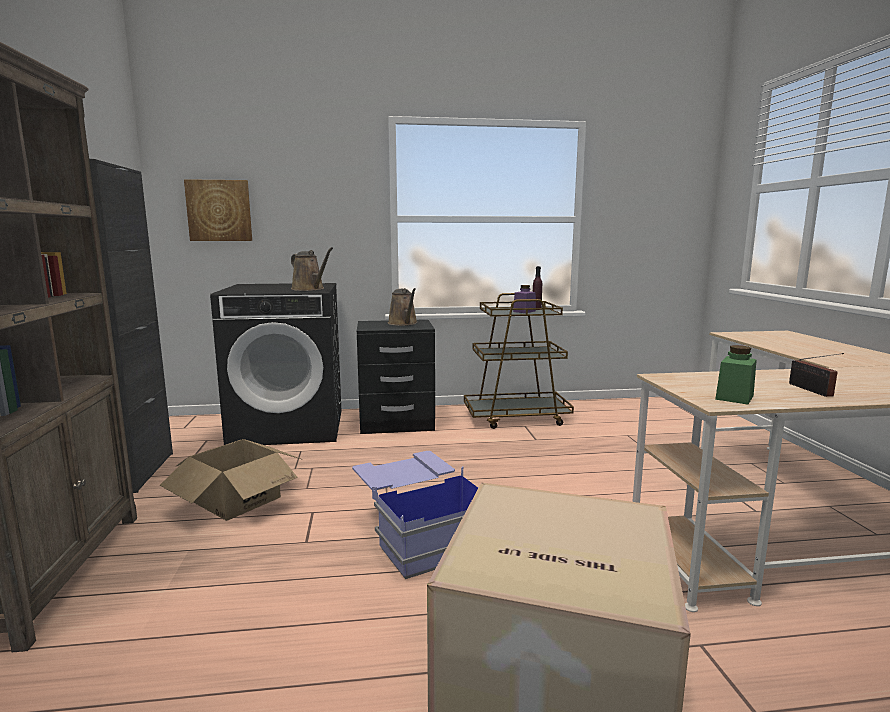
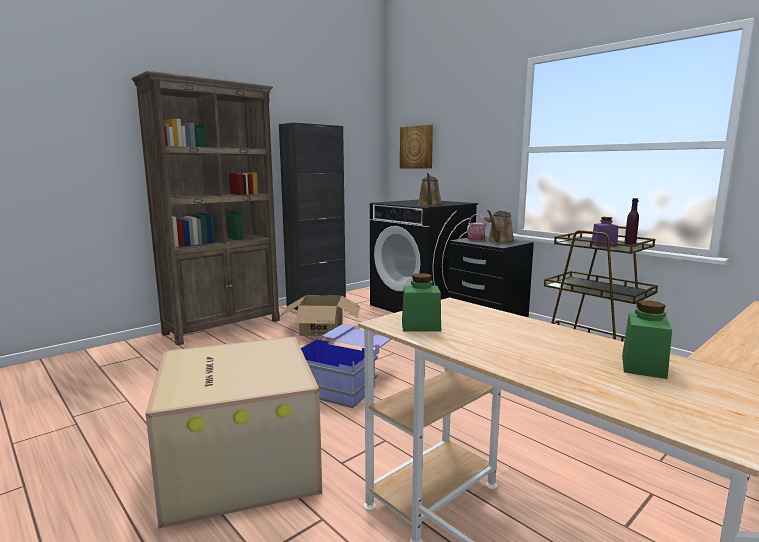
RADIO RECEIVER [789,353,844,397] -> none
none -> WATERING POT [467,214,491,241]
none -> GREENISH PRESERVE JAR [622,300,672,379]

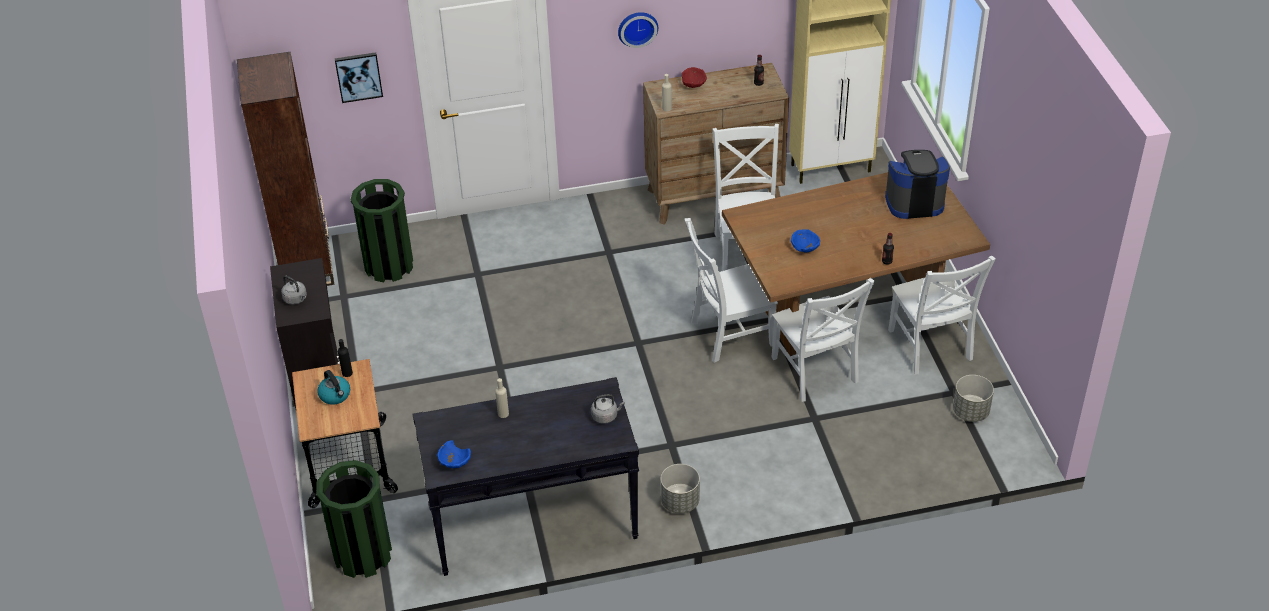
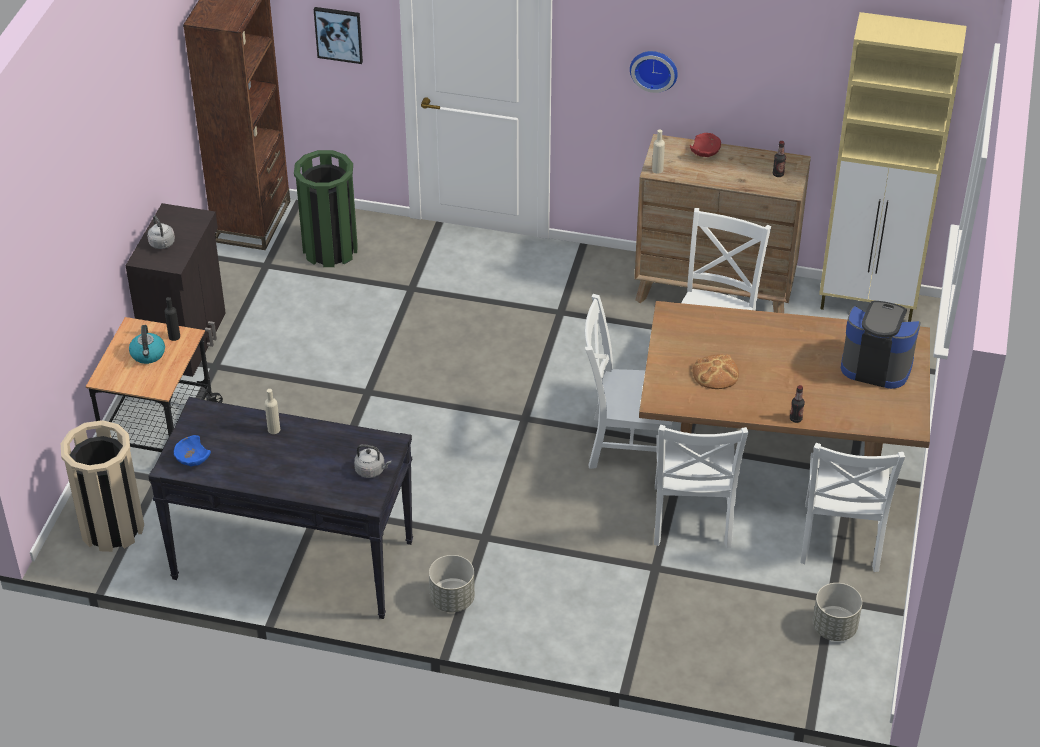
BLUE DEEP DISH [791,229,820,253] -> BAKERY BREAD [693,354,739,389]
GREENISH WASTE BIN [317,460,392,578] -> SAND-COLOURED WASTE BIN [61,420,144,552]

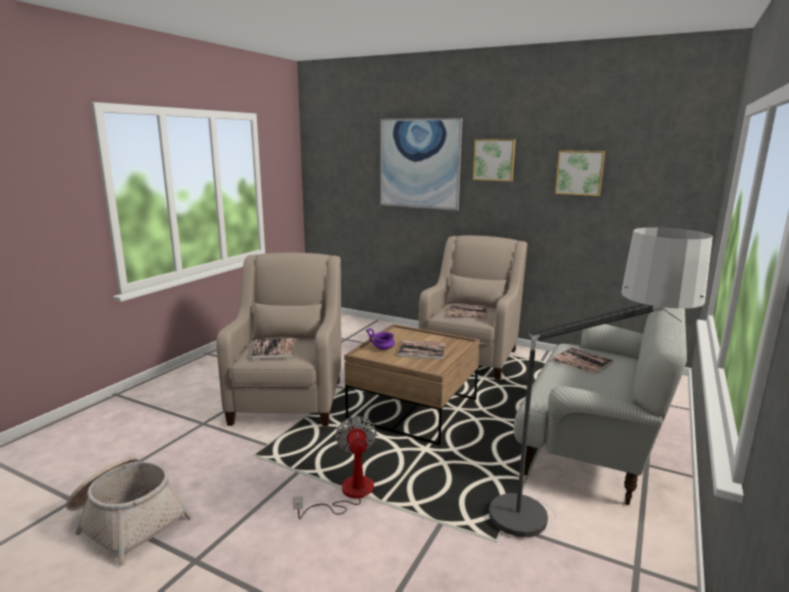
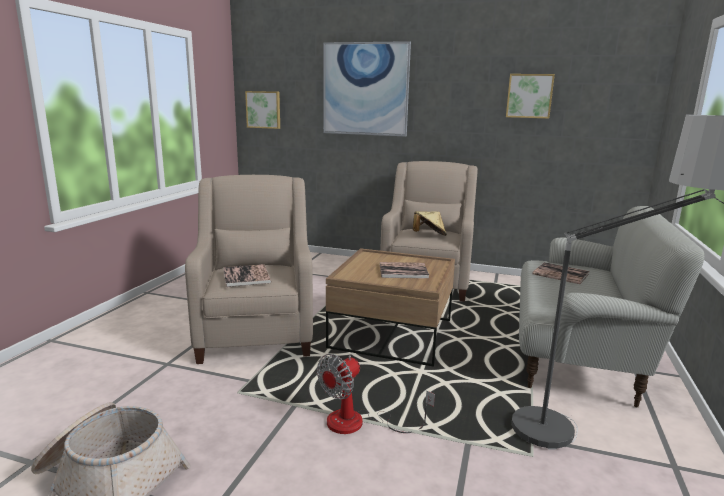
WALL ART [473,139,516,182] -> WALL ART [245,91,280,129], shifted
BOUND BOOK [449,304,487,318] -> SAND-COLOURED WEARABLE HAT [413,212,447,236]
PURPLE DEEP DISH [366,328,395,350] -> none
COOLING FAN [293,416,376,519] -> COOLING FAN [317,354,435,434], 120 degrees counterclockwise

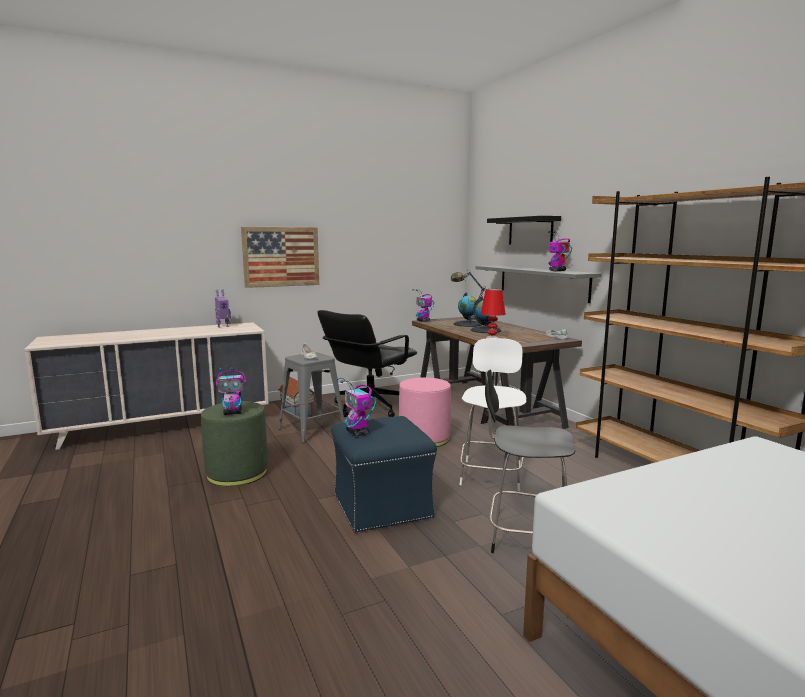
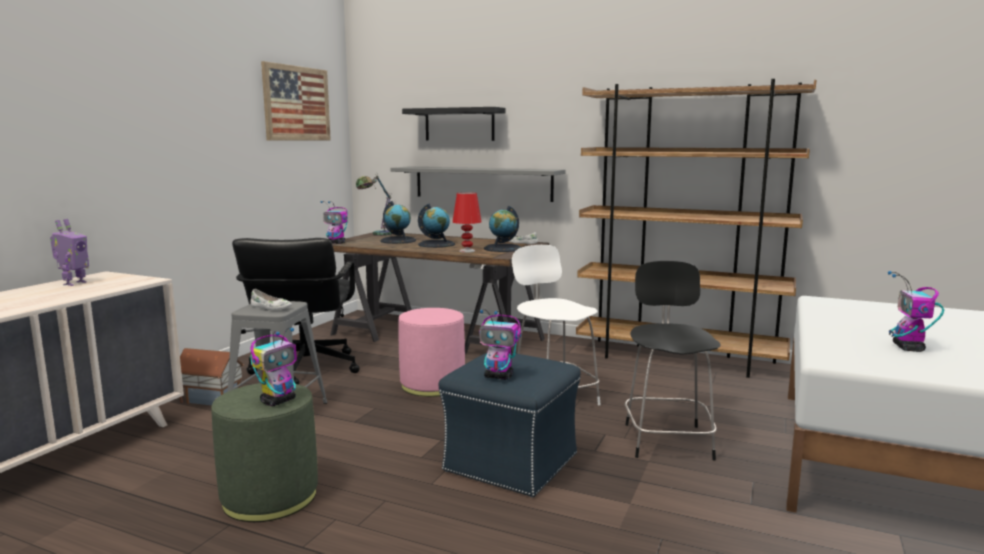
WALL ART [241,227,319,288] -> WALL ART [261,61,331,141], shifted
TOY ROBOT [548,231,572,271] -> TOY ROBOT [888,271,944,352], shifted
BLACK PLAIN CHAIR [485,369,576,553] -> BLACK PLAIN CHAIR [625,261,721,460], 120 degrees clockwise
none -> GLOBE [484,206,522,252]

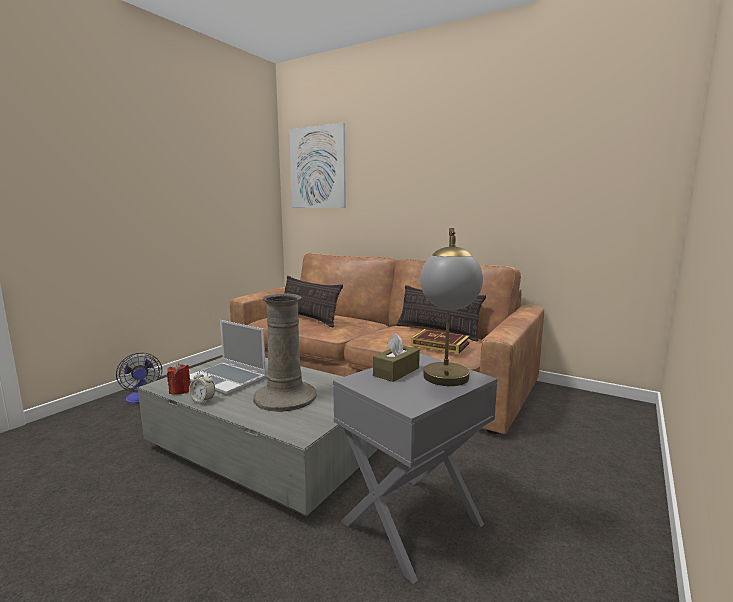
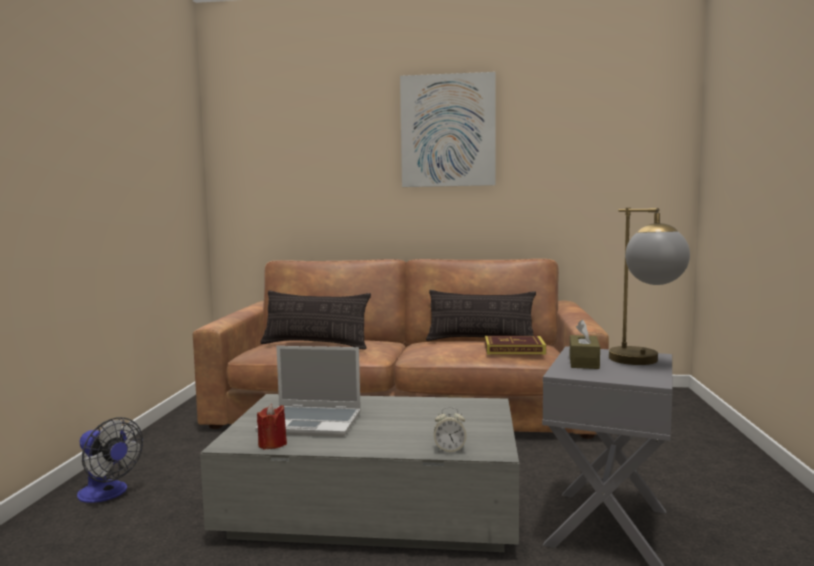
WALL ART [289,123,346,208] -> WALL ART [400,72,496,187], shifted
SAND-COLOURED FLOWER VASE [253,294,317,412] -> none
BEDSIDE CLOCK [189,370,215,404] -> BEDSIDE CLOCK [434,407,467,452], shifted

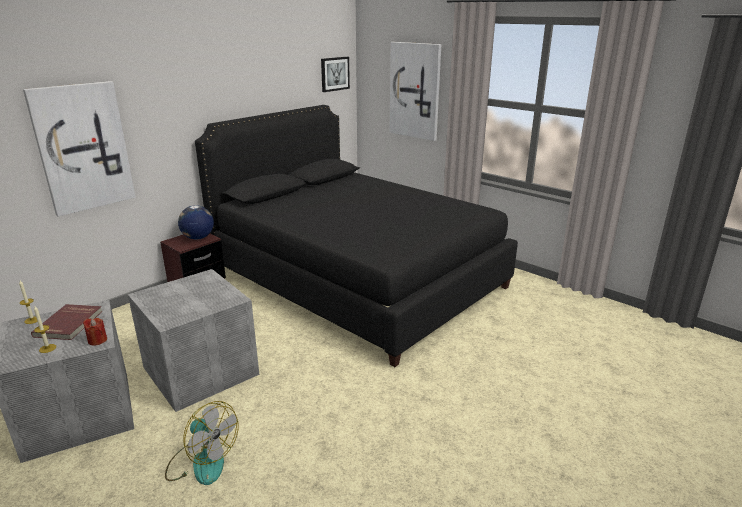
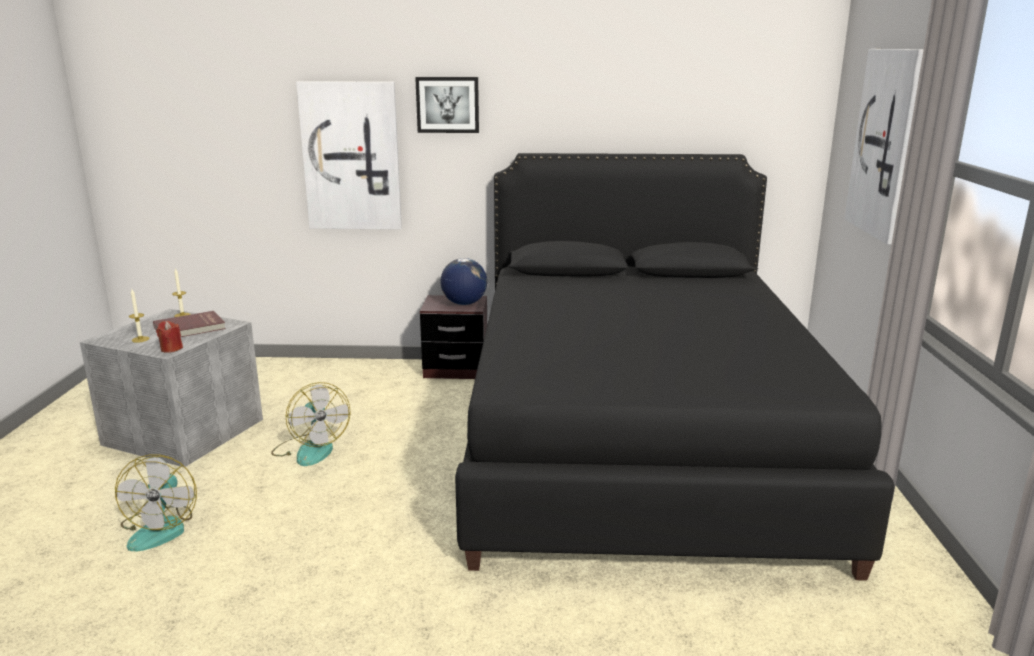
WALL ART [321,57,350,92] -> WALL ART [415,77,479,133], shifted
GREYISH STORAGE CONTAINER [128,269,259,412] -> COOLING FAN [271,382,351,466]

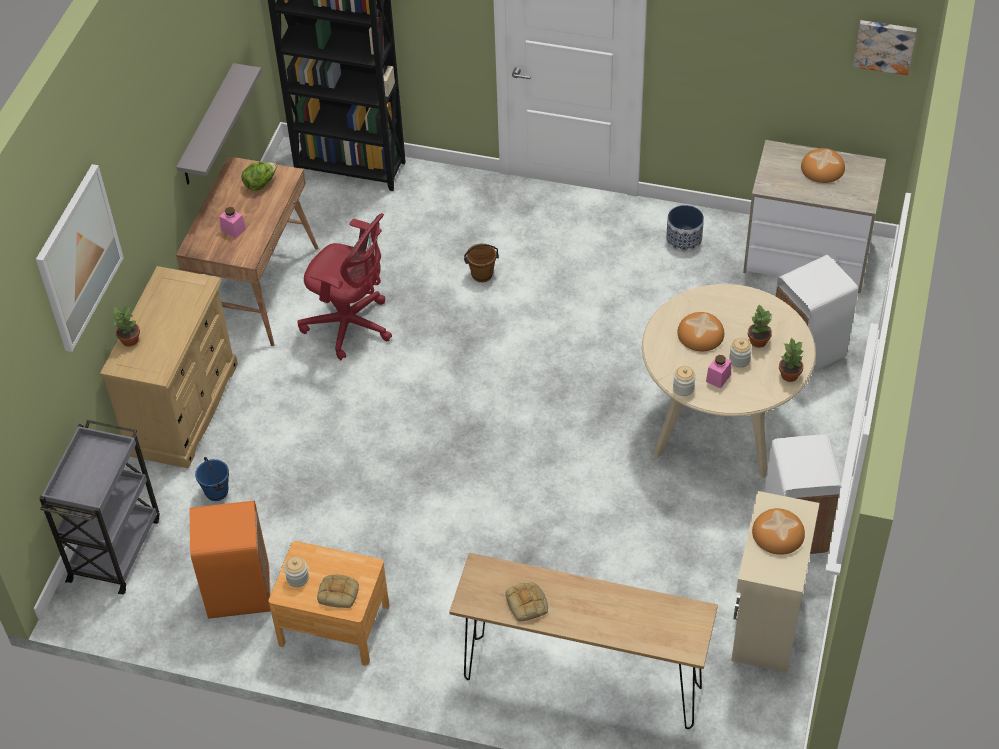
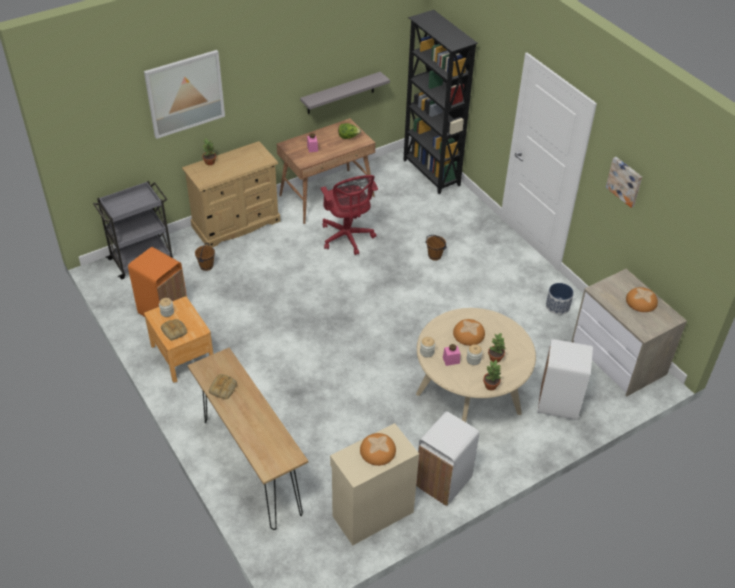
WALL ART [853,20,917,75] -> WALL ART [606,157,642,208], shifted
BLUE PAIL [195,457,229,501] -> BROWN PAIL [195,243,215,271]

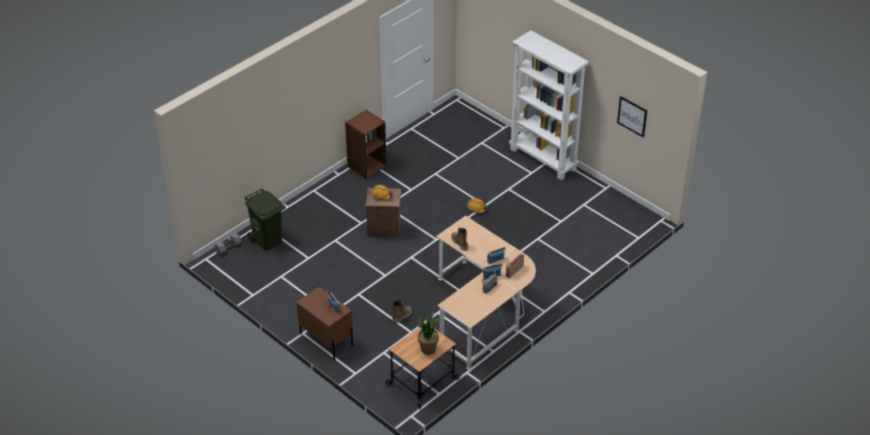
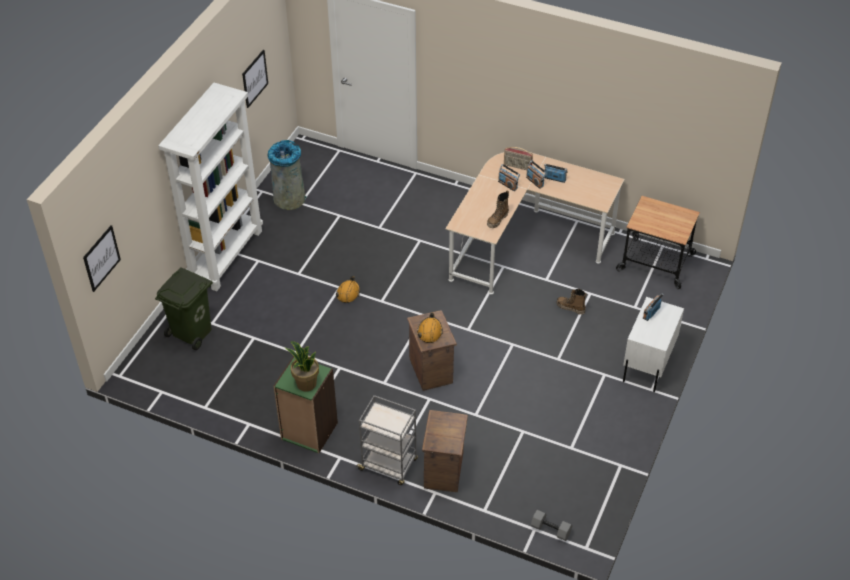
BROWN BOOKSHELF [345,110,387,179] -> GREENISH BOOKSHELF [273,356,338,453]
GREENISH WASTE BIN [244,189,286,250] -> GREENISH WASTE BIN [155,267,213,350], shifted
BROWN NIGHTSTAND [297,287,353,360] -> WHITE NIGHTSTAND [623,297,684,392]
POTTED PLANT [417,312,440,355] -> POTTED PLANT [286,341,319,392], shifted
none -> GREYISH WASTE BIN [268,140,307,210]
none -> WALL ART [83,225,121,292]
none -> GREYISH CART [356,395,418,485]
none -> CRATE [422,410,468,492]

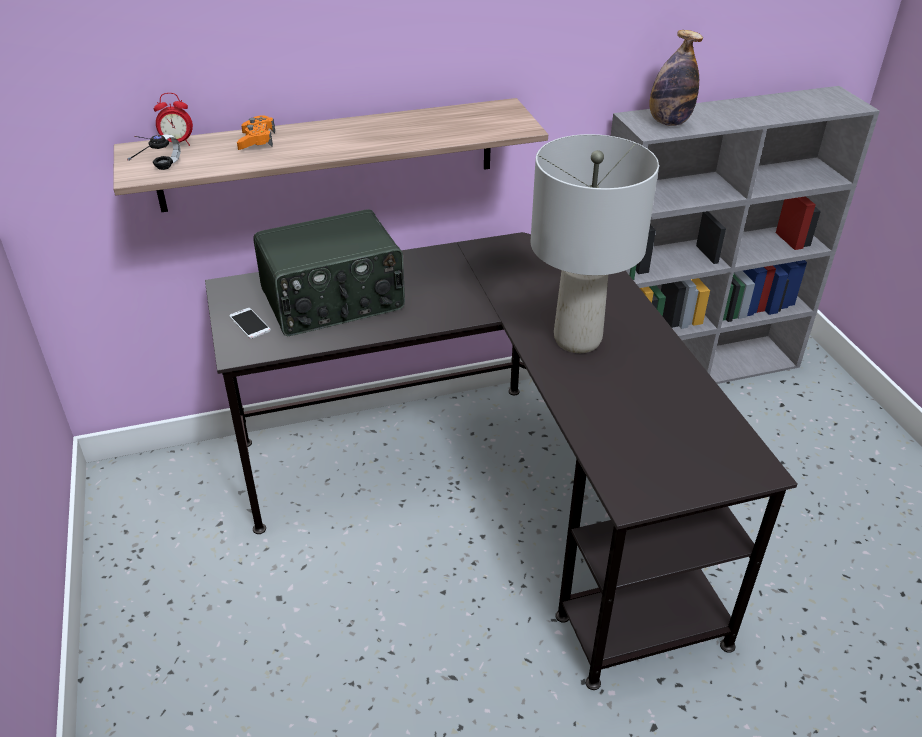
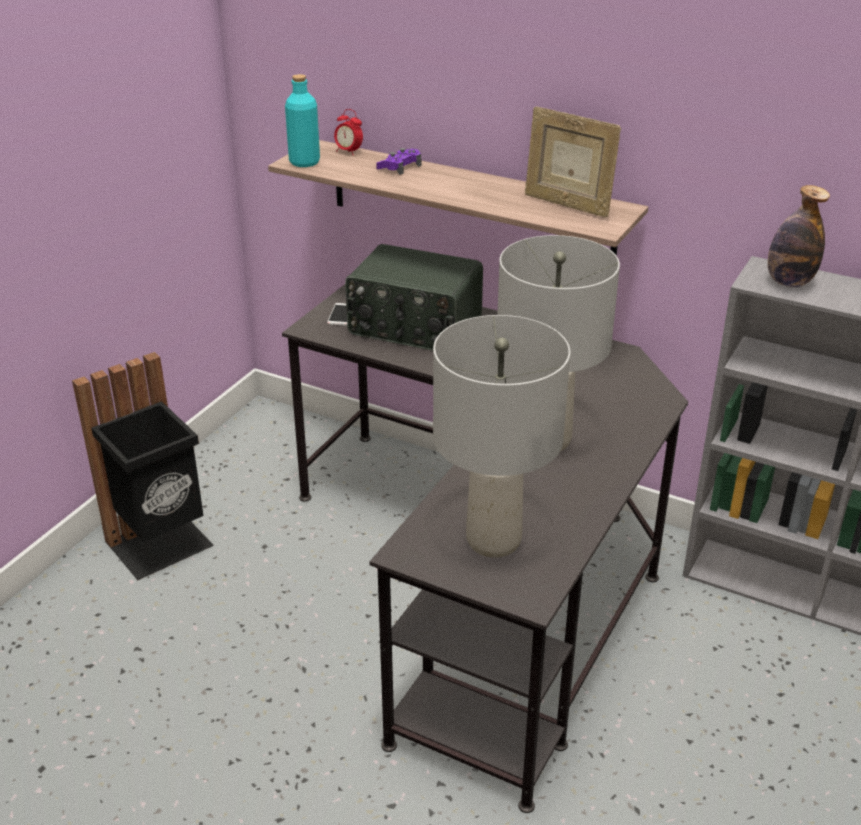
ORANGE GAME CONTROLLER [237,115,275,150] -> PURPLE GAME CONTROLLER [376,148,421,175]
PAIR OF HEADPHONES [127,134,181,170] -> TURQUOISE-COLOURED DRINK BOTTLE [285,74,320,167]
none -> STANDING FRAME [525,106,621,217]
none -> GREYISH LAMP FOR A TABLE [433,315,570,558]
none -> BLACK WASTE BIN [72,352,214,580]

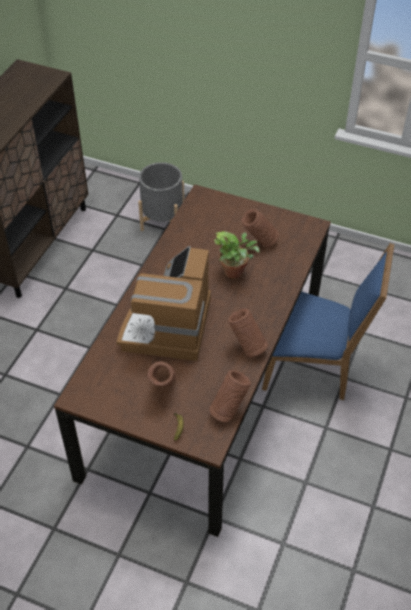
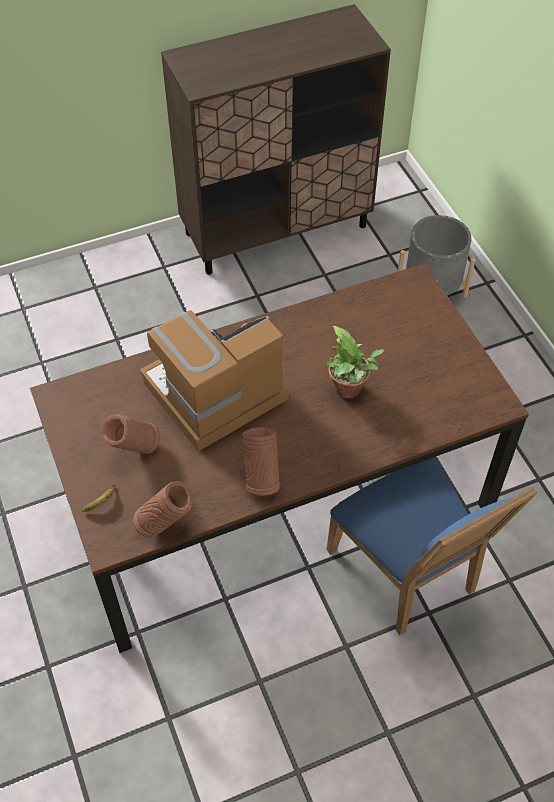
BROWN FLOWER VASE [241,209,279,247] -> none

